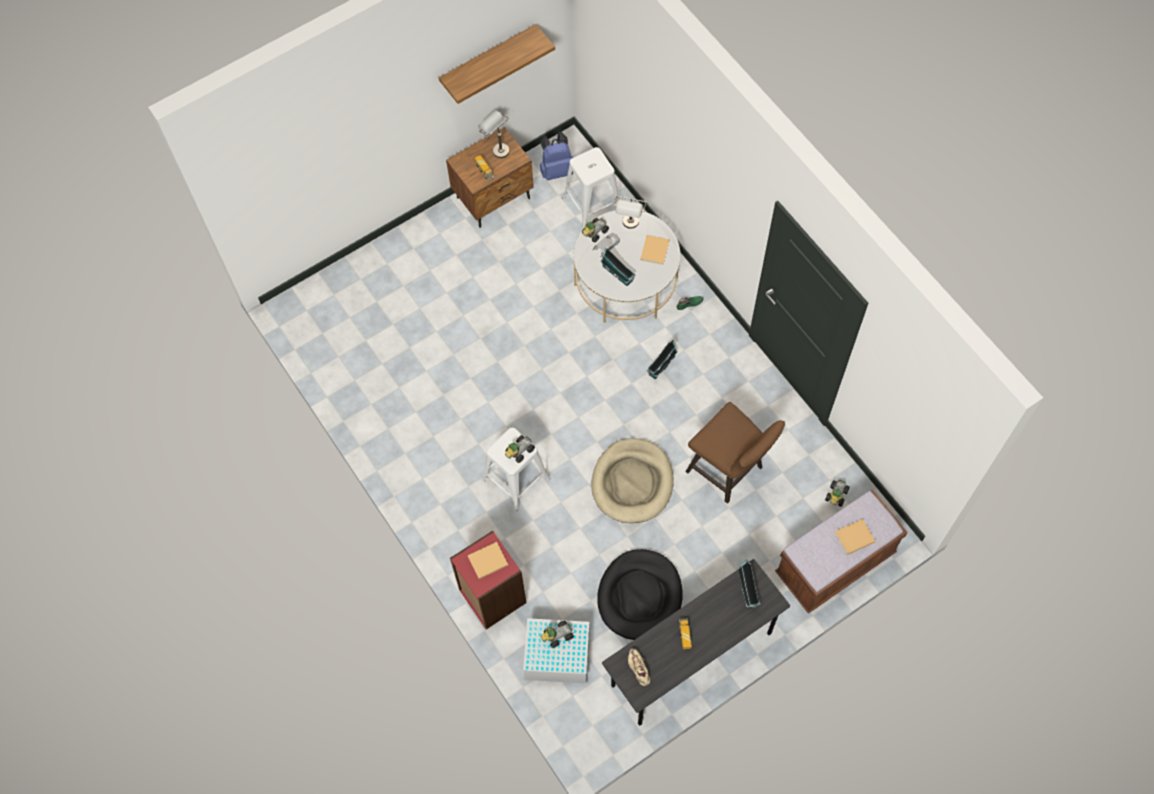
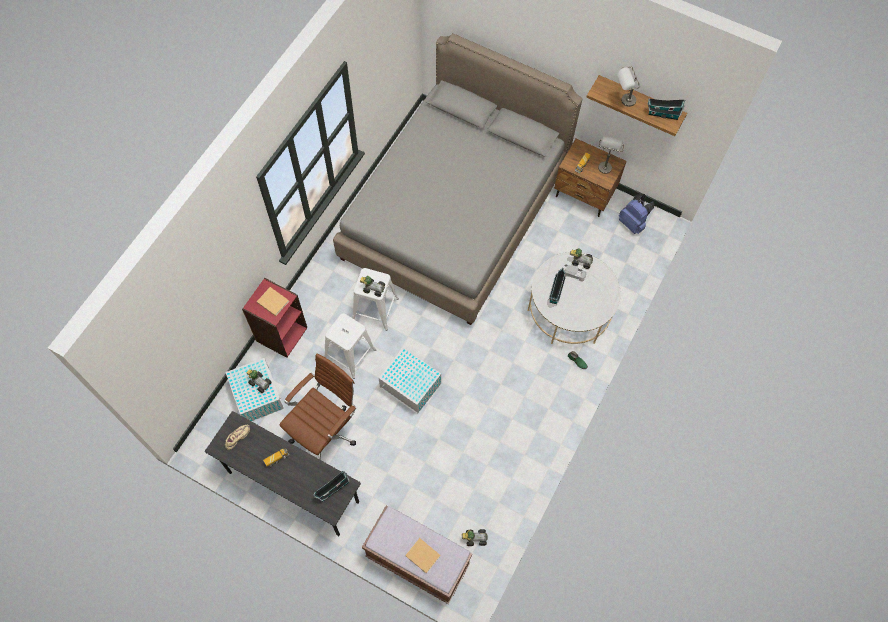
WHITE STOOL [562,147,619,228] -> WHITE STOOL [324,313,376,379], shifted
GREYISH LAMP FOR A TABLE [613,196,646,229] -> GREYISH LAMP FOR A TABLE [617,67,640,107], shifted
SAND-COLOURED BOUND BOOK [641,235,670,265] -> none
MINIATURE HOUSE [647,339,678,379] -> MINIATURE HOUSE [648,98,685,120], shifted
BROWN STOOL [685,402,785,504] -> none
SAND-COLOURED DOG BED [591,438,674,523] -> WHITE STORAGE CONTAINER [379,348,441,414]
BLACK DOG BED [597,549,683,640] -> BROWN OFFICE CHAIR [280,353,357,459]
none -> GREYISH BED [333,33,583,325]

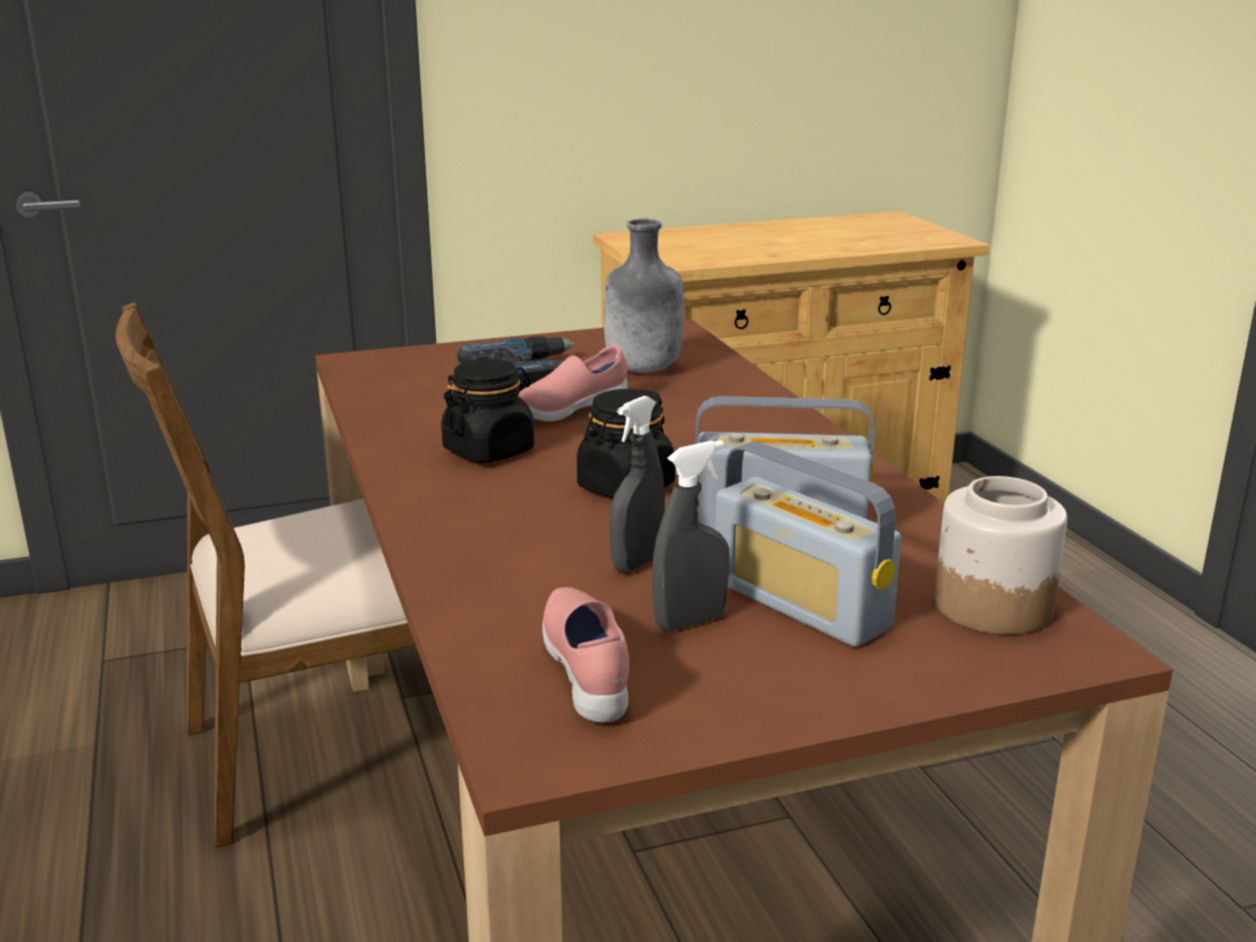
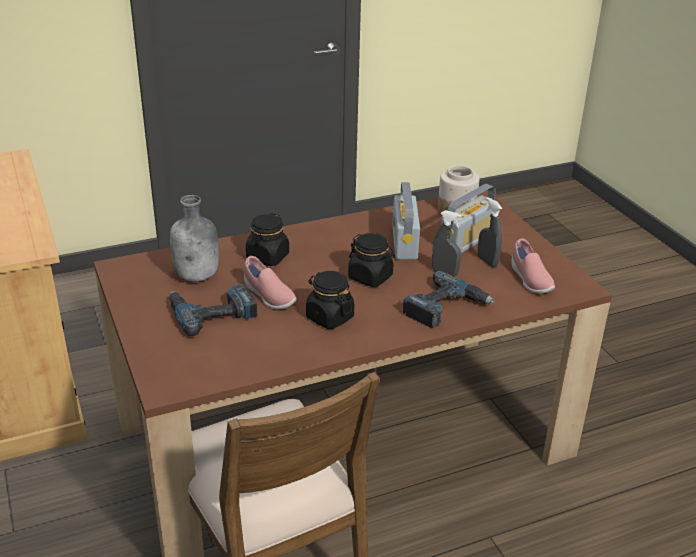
PINK-COLOURED ITEM OF FOOTWEAR [542,587,629,723] -> PINK-COLOURED ITEM OF FOOTWEAR [511,239,555,294], 90 degrees counterclockwise
none -> BLACK PRESERVE JAR [246,213,289,266]
none -> ELECTRIC DRILL [403,271,495,328]

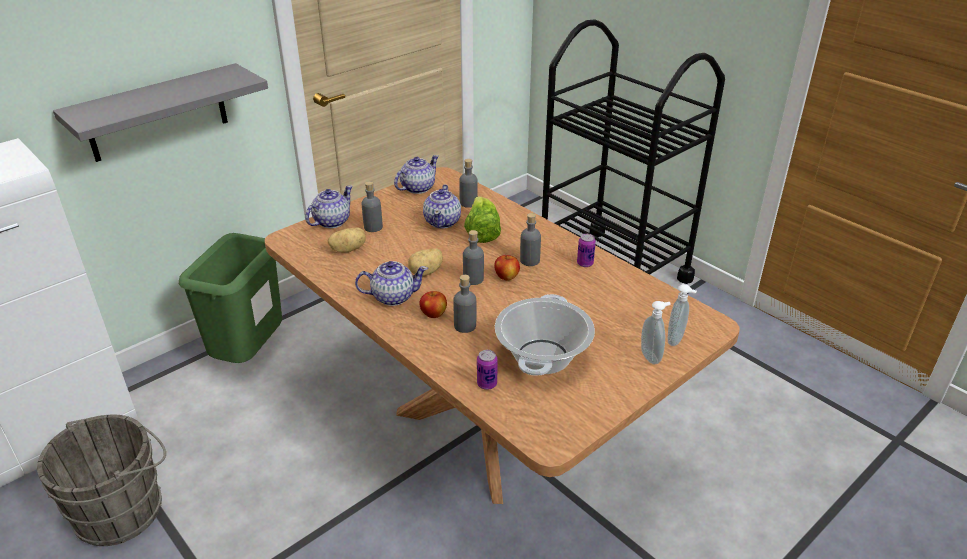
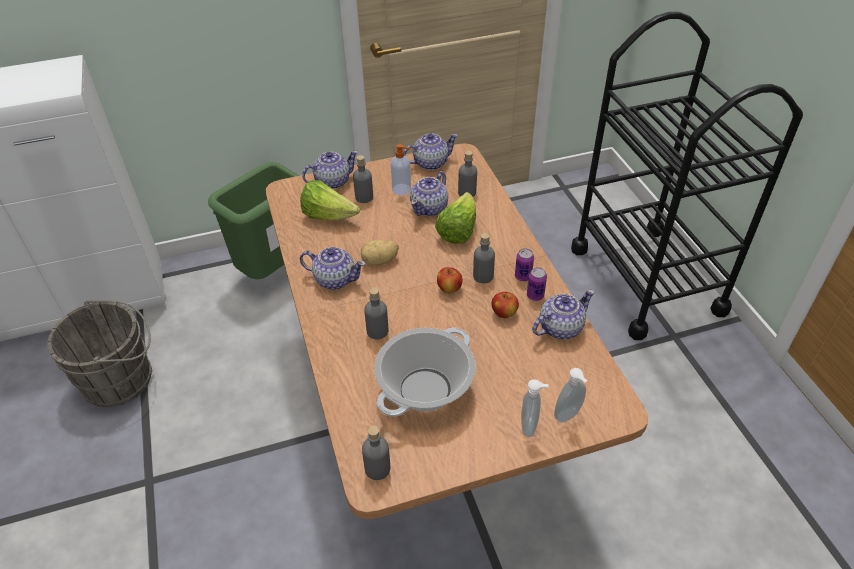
GREYISH WALL SHELF [53,63,268,162] -> none
SPUD [328,228,366,252] -> LETTUCE HEAD [300,180,360,220]
GREYISH DRINK BOTTLE [463,230,484,285] -> GREYISH DRINK BOTTLE [362,425,390,480], shifted
APPLE [419,291,447,318] -> APPLE [491,292,519,318], shifted
CAN [477,350,498,390] -> CAN [515,248,534,281], shifted
none -> LIQUID SOAP BOTTLE [391,144,411,195]
none -> TEAPOT [532,290,594,339]

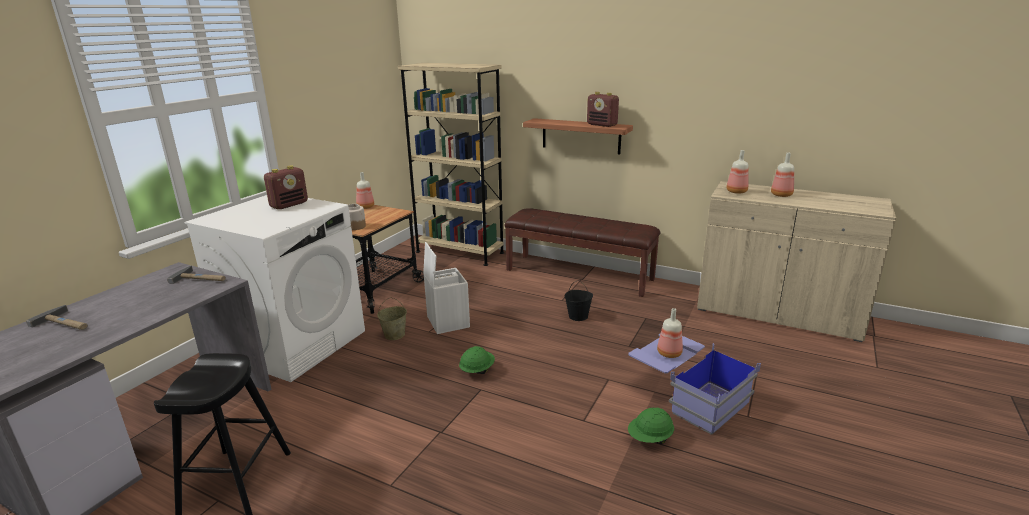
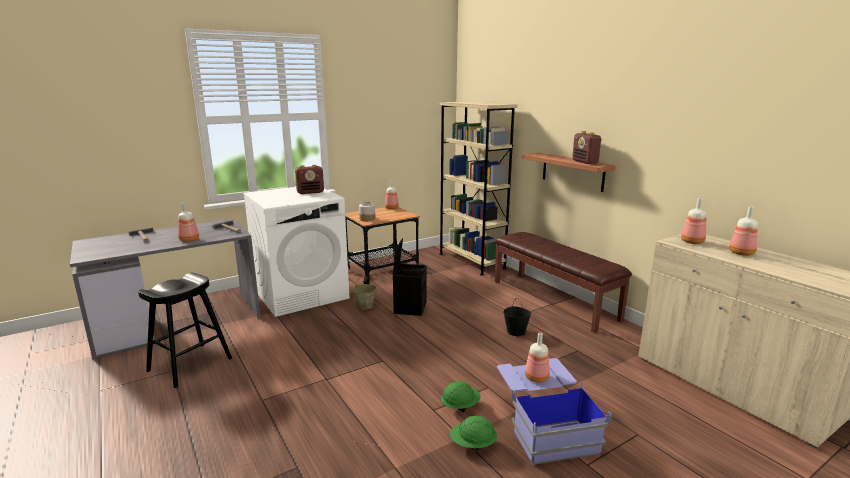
WHITE STORAGE CONTAINER [423,242,470,334] -> BLACK STORAGE CONTAINER [393,238,427,316]
GREENISH SAFETY HELMET [459,346,495,374] -> GREENISH SAFETY HELMET [441,381,481,412], shifted
none -> DRINK BOTTLE [178,203,199,242]

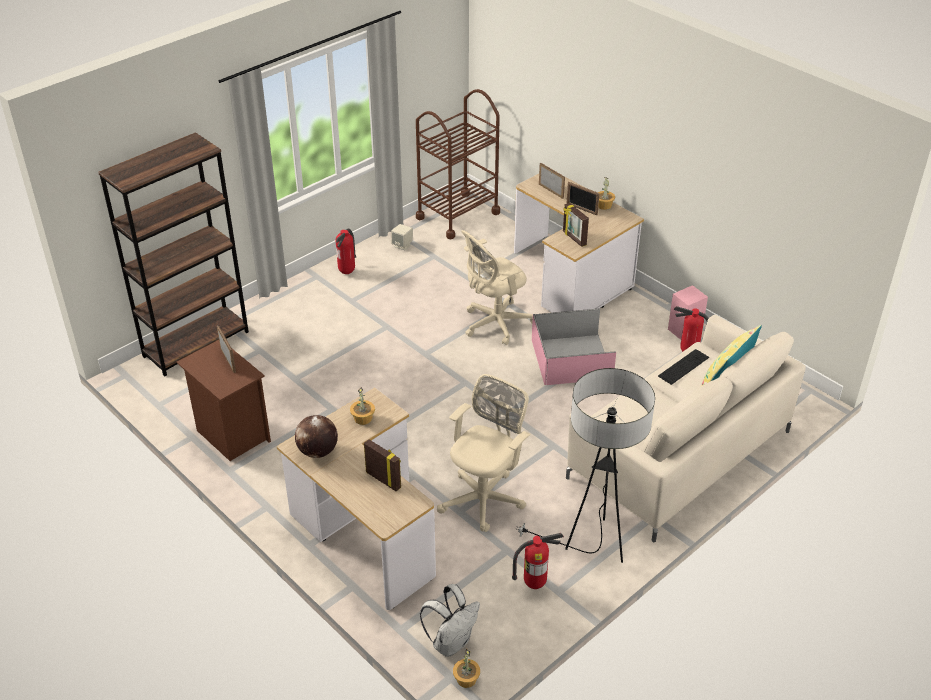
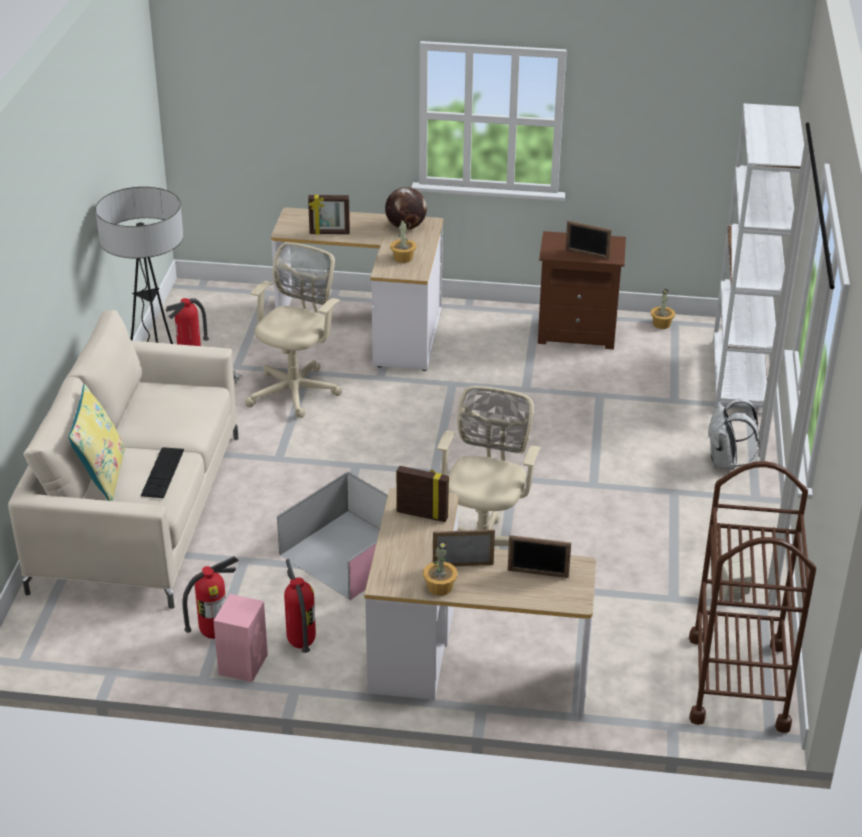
BROWN BOOKSHELF [98,132,249,376] -> WHITE BOOKSHELF [713,103,804,408]
EXTINGUISHER [336,229,356,274] -> EXTINGUISHER [284,559,316,653], shifted
SAND-COLOURED OFFICE CHAIR [437,374,530,532] -> SAND-COLOURED OFFICE CHAIR [245,242,342,418], 150 degrees counterclockwise
WHITE BACKPACK [420,584,480,657] -> WHITE BACKPACK [707,399,760,470], shifted
POTTED PLANT [453,649,480,688] -> POTTED PLANT [651,288,675,329], shifted

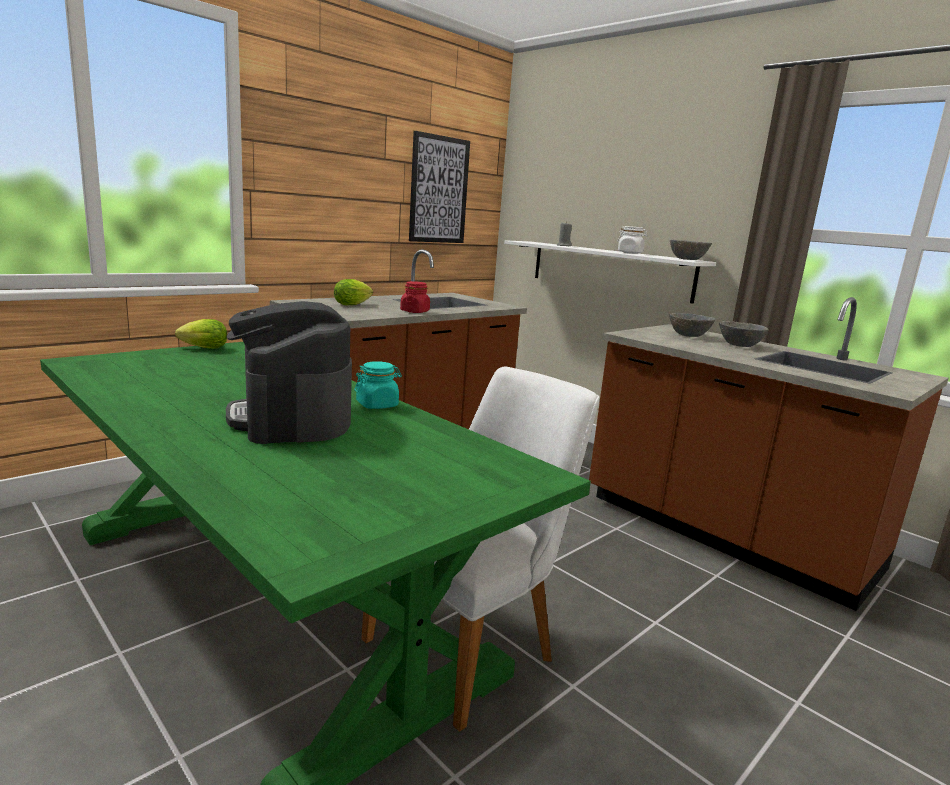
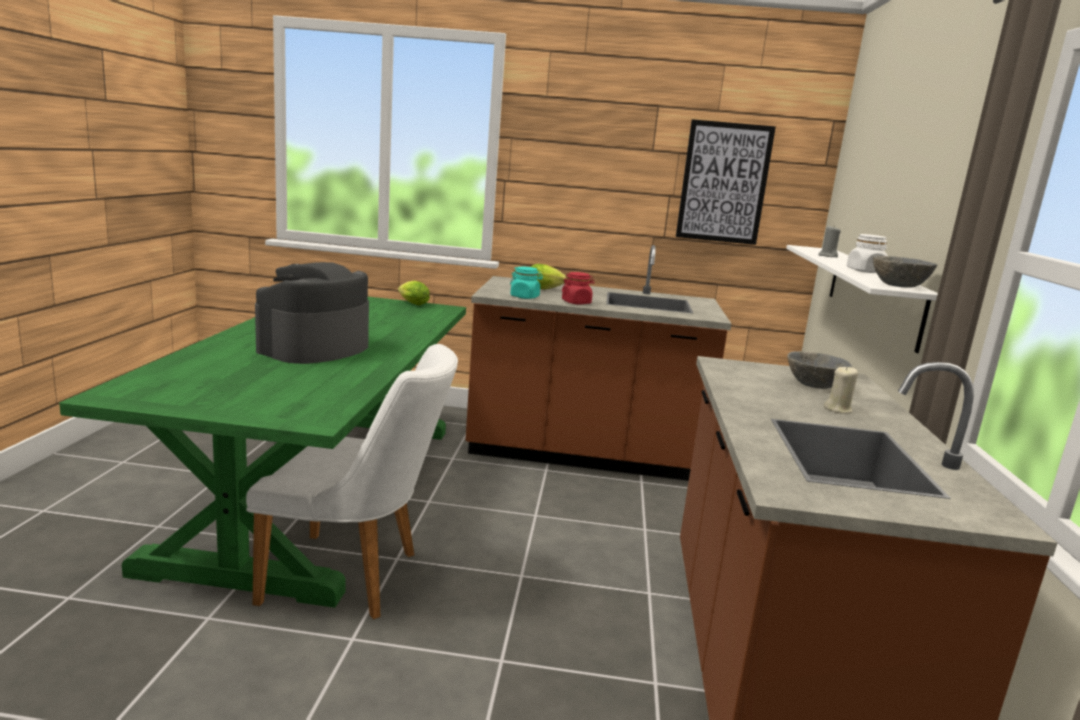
GREYISH DEEP DISH [719,321,769,347] -> SAND-COLOURED CANDLE [824,366,858,414]
TURQUOISE-COLOURED PRESERVE JAR [354,361,402,409] -> TURQUOISE-COLOURED PRESERVE JAR [510,267,543,299], shifted

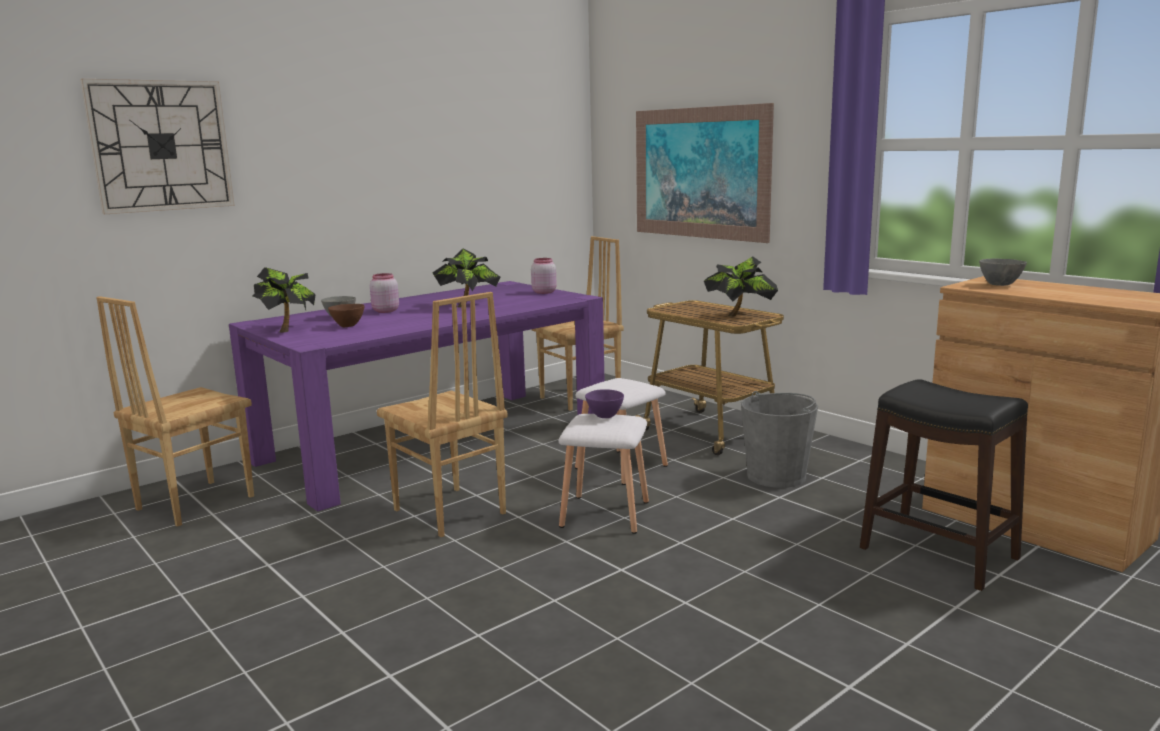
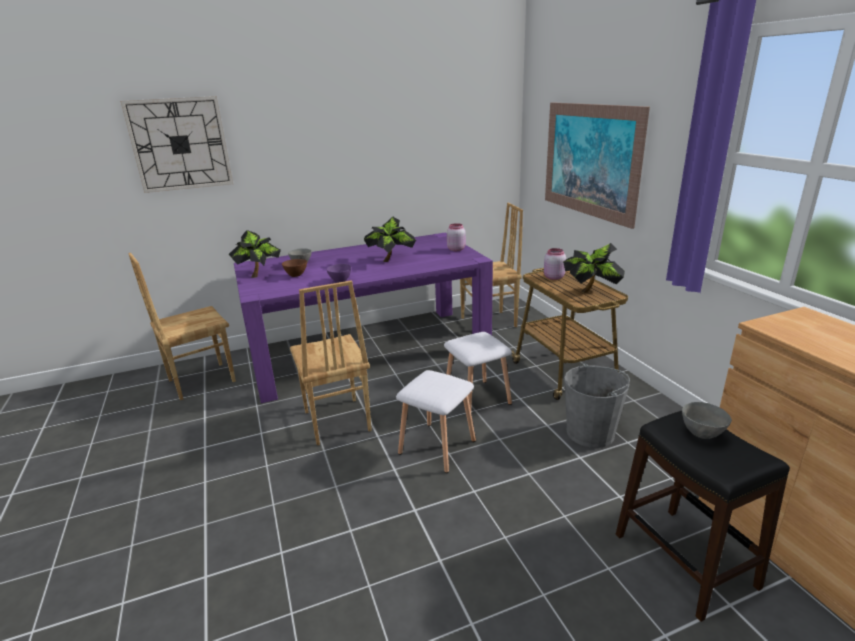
GREYISH DEEP DISH [979,259,1027,286] -> GREYISH DEEP DISH [682,402,732,439], shifted
PINK-COLOURED PRESERVE JAR [370,273,399,313] -> PINK-COLOURED PRESERVE JAR [544,248,566,280], shifted
PURPLE DEEP DISH [585,389,624,418] -> PURPLE DEEP DISH [326,264,352,283], shifted

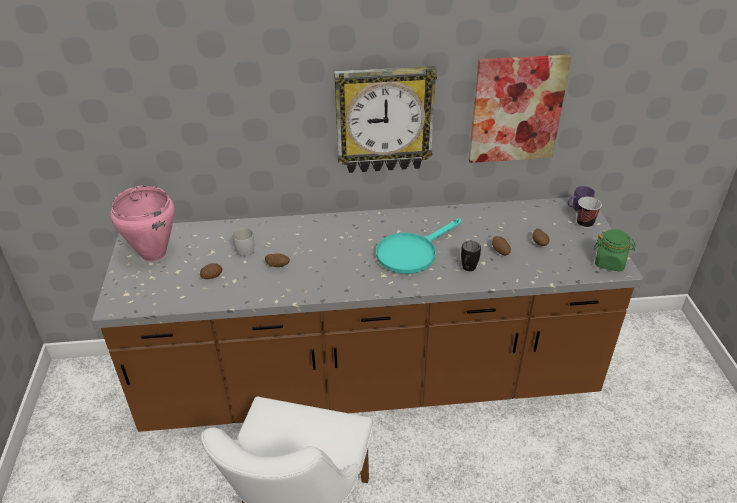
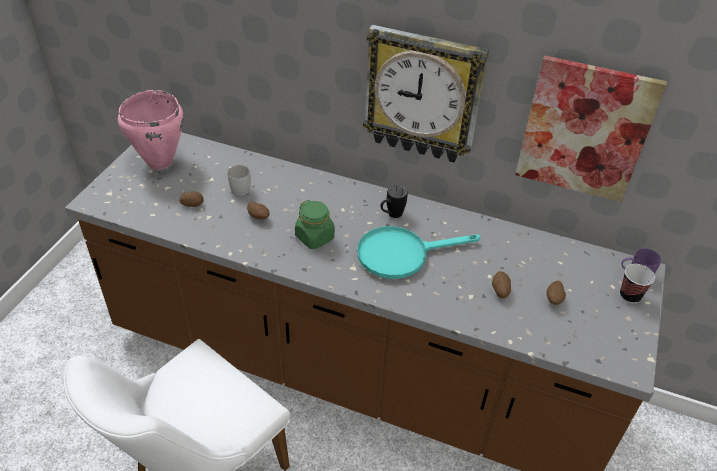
GREENISH PRESERVE JAR [593,229,636,272] -> GREENISH PRESERVE JAR [295,200,335,249], shifted
BLACK MUG [461,241,481,271] -> BLACK MUG [381,185,408,218], shifted

